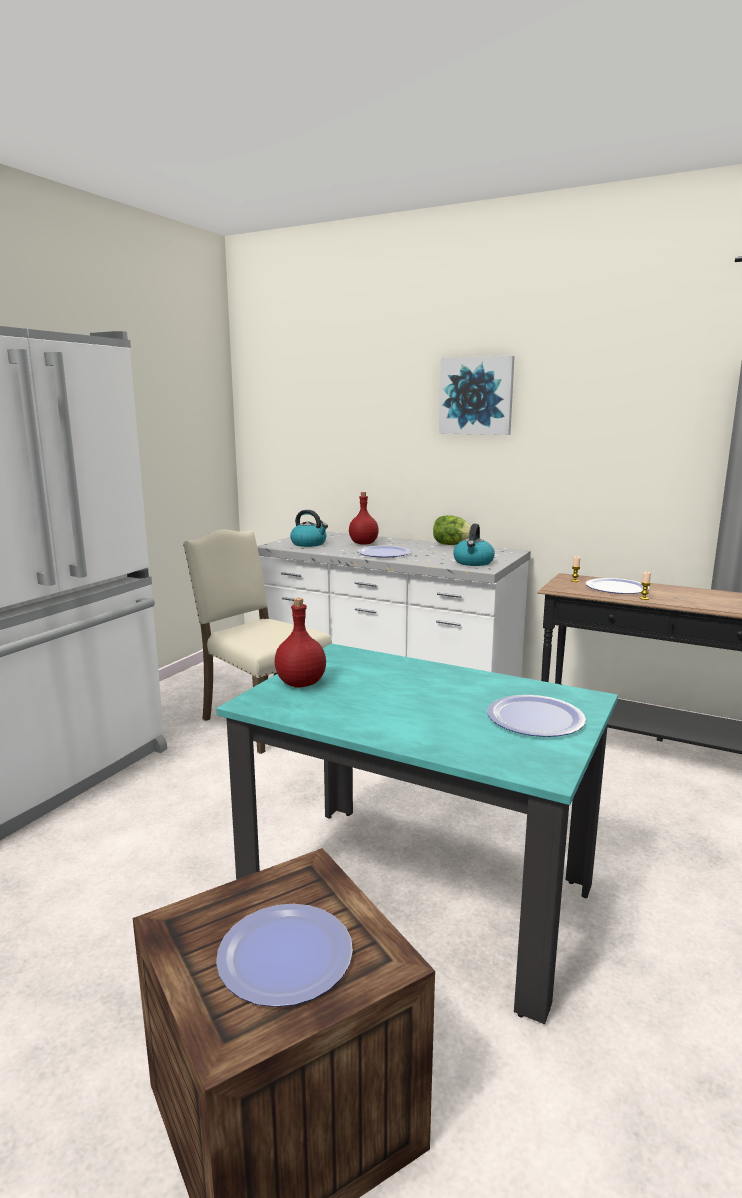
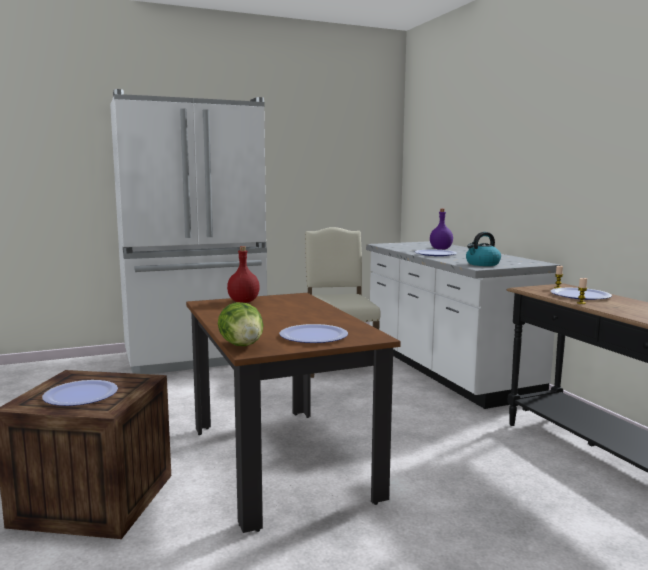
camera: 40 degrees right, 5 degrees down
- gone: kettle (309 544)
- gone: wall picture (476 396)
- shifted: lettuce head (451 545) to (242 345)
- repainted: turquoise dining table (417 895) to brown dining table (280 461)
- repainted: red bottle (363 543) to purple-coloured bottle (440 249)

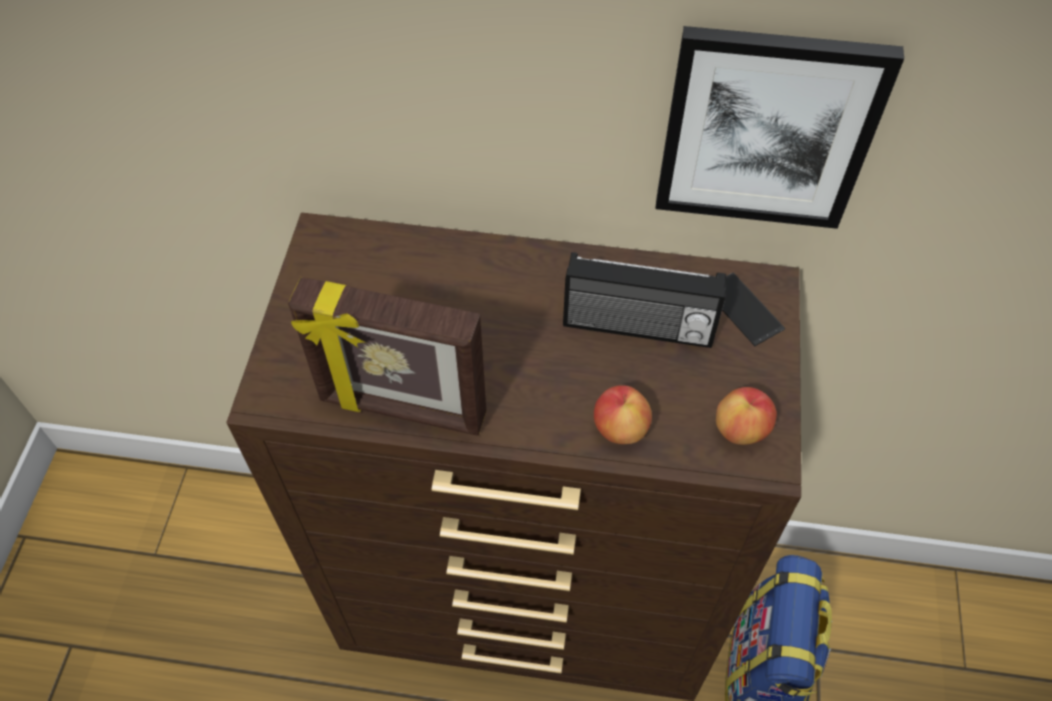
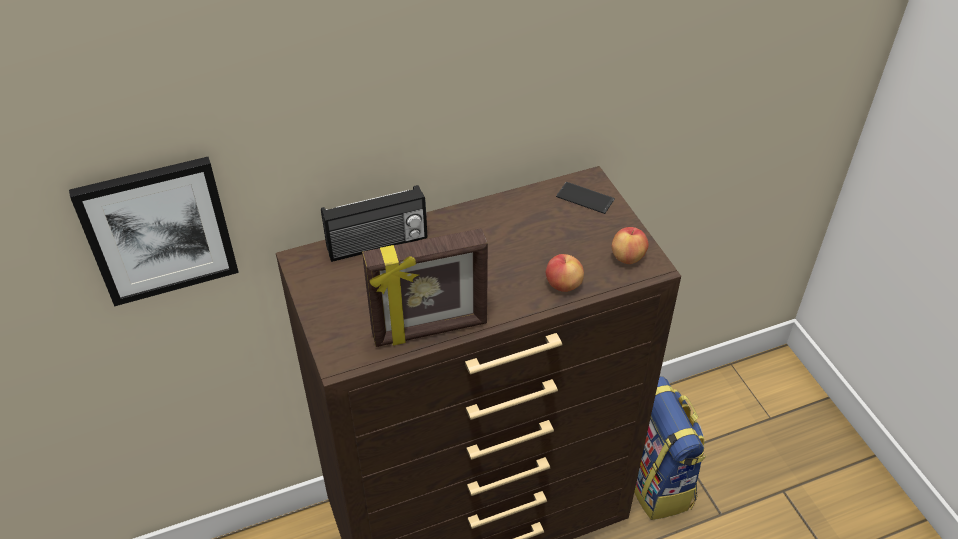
camera: 30 degrees left, 10 degrees down
- shifted: radio receiver (637 328) to (377 245)
- shifted: wall picture (767 129) to (158 230)

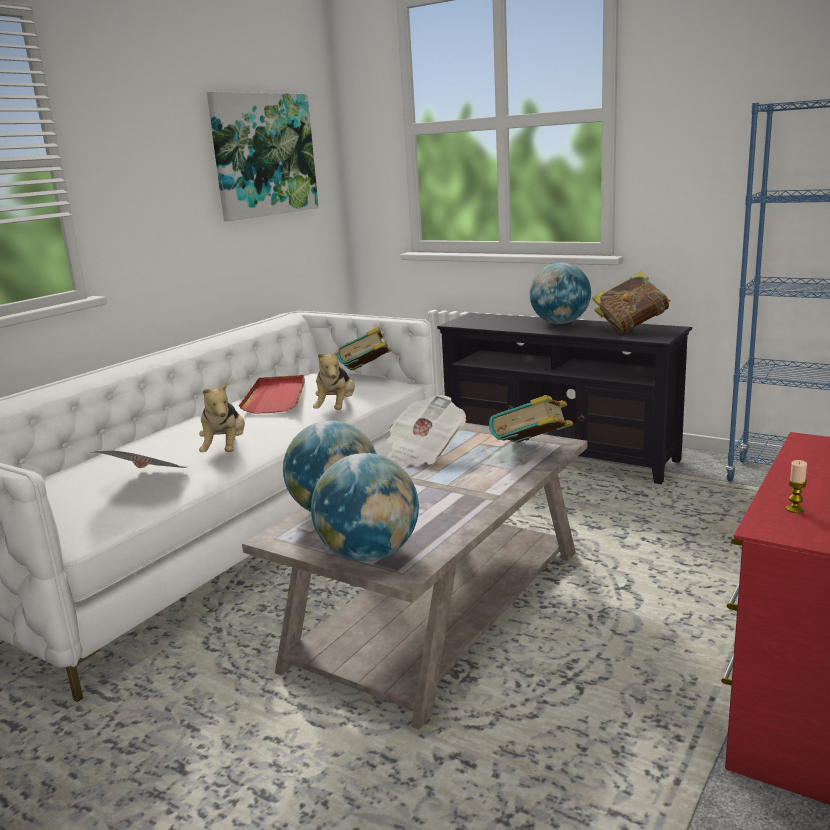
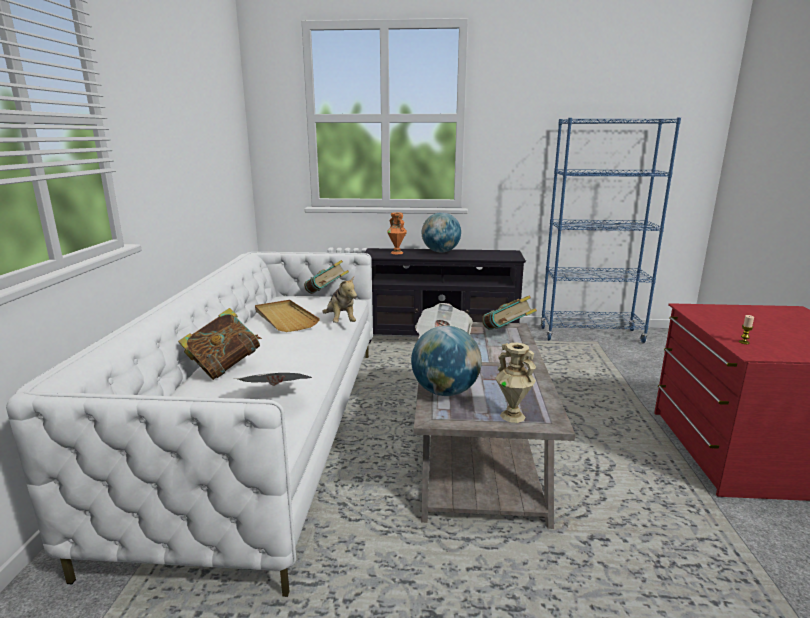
camera: 30 degrees left, 0 degrees up
- gone: cuddly toy (226 450)
- gone: wall picture (264 155)
- new: orange flower vase (397 253)
- shifted: bound book (631 328) to (224 367)
- swapped: world globe (369 555) to beige-coloured flower vase (513 416)
- repainted: red tray (276 397) to beige-coloured tray (284 318)

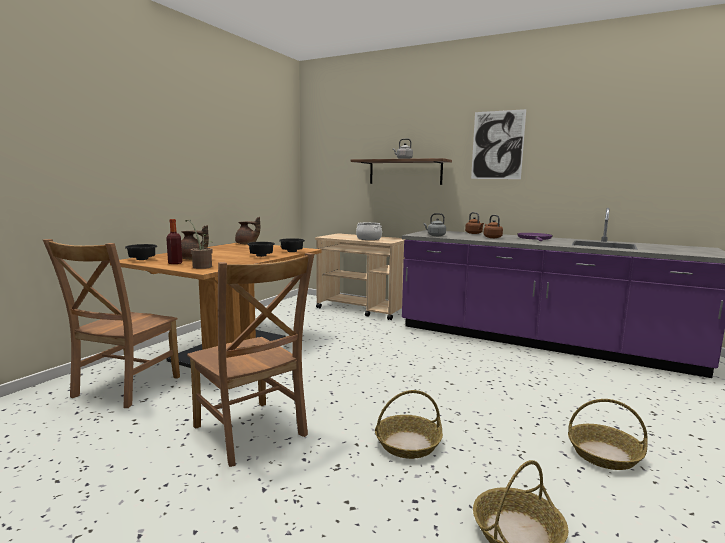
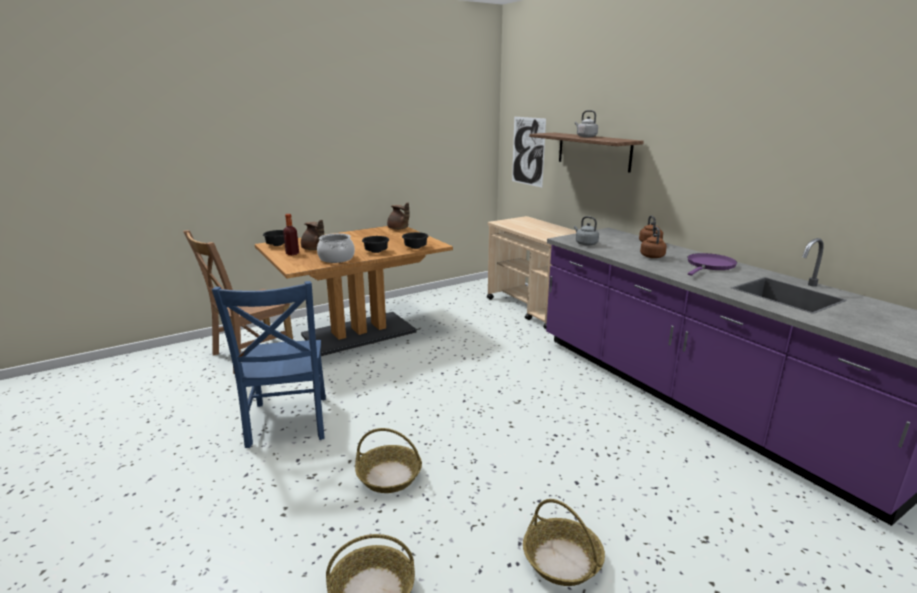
camera: 30 degrees right, 10 degrees up
- gone: plant in a pot (201 266)
- shifted: cooking pot (369 239) to (337 258)
- shifted: wall picture (497 145) to (528 151)
- repainted: brown plain chair (251 433) to blue plain chair (287 423)

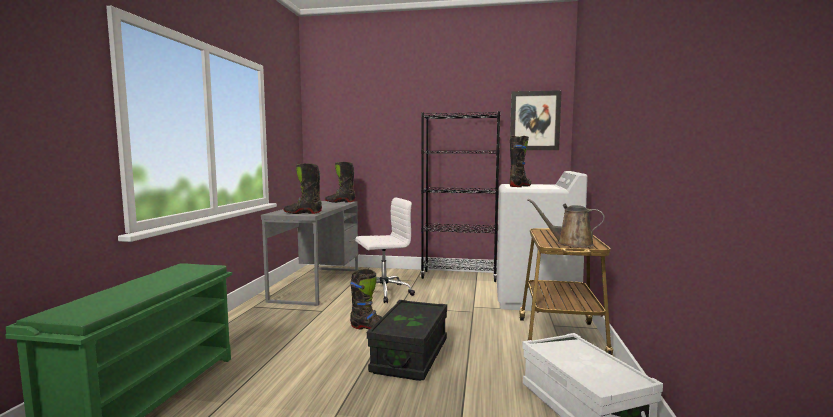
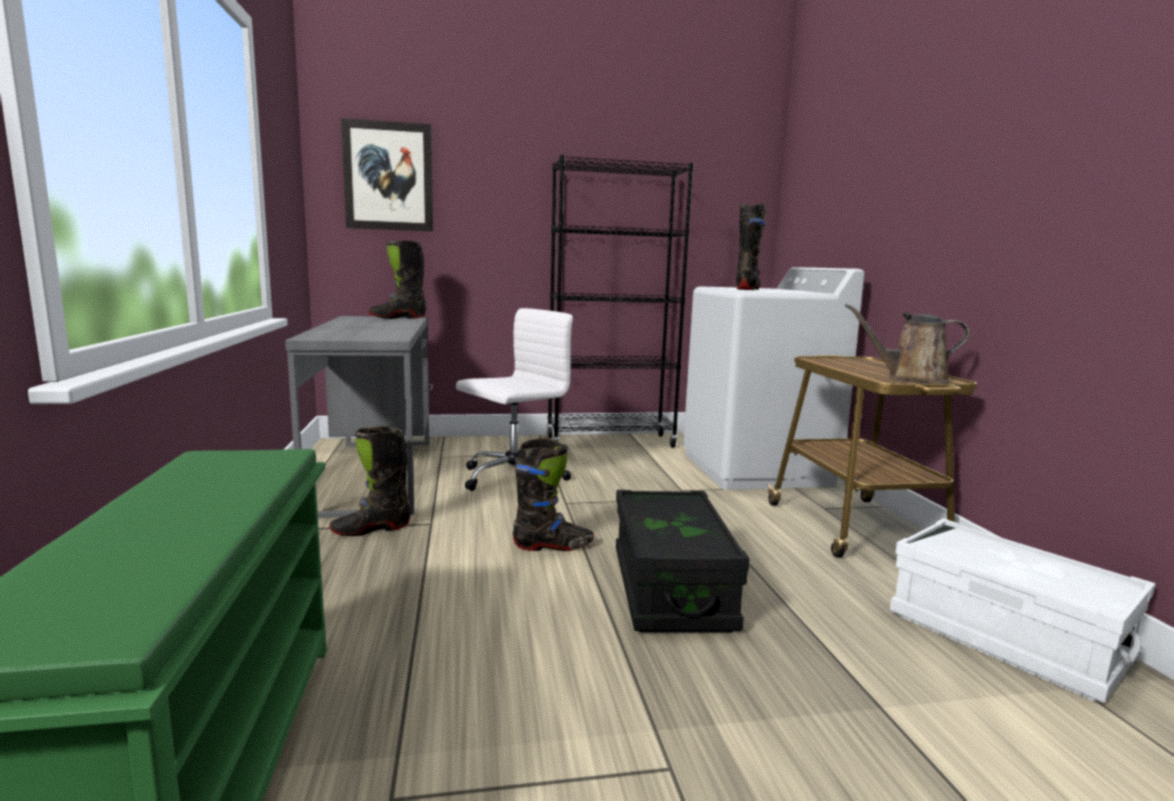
camera: 20 degrees left, 5 degrees up
- shifted: black-coloured high-top boot (303 213) to (371 529)
- shifted: wall picture (535 121) to (388 176)

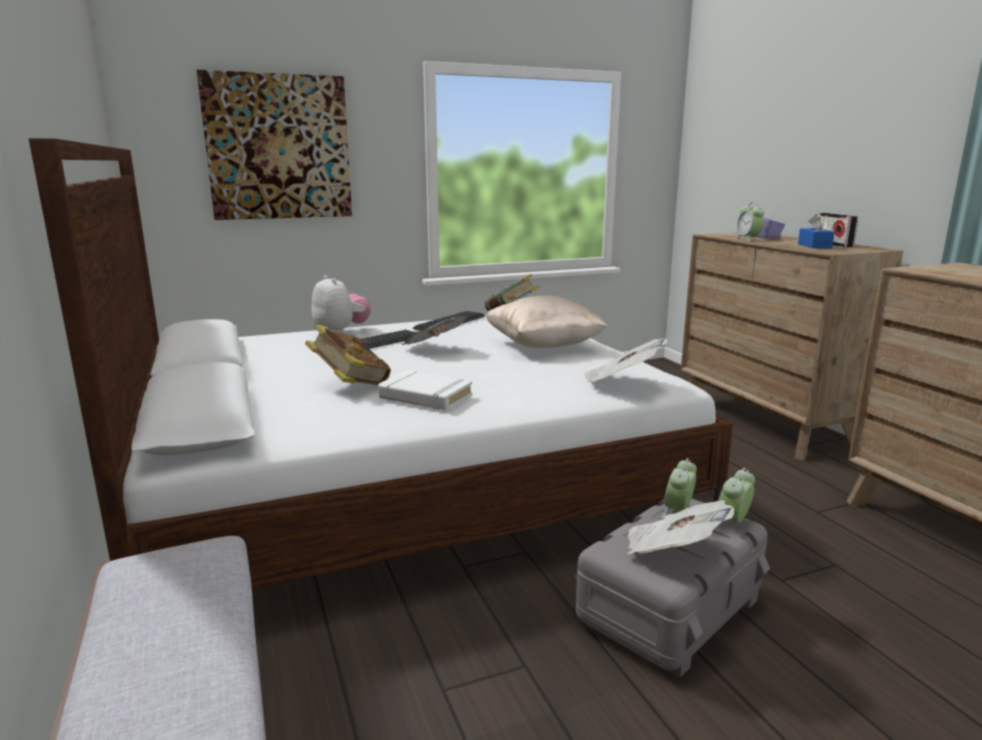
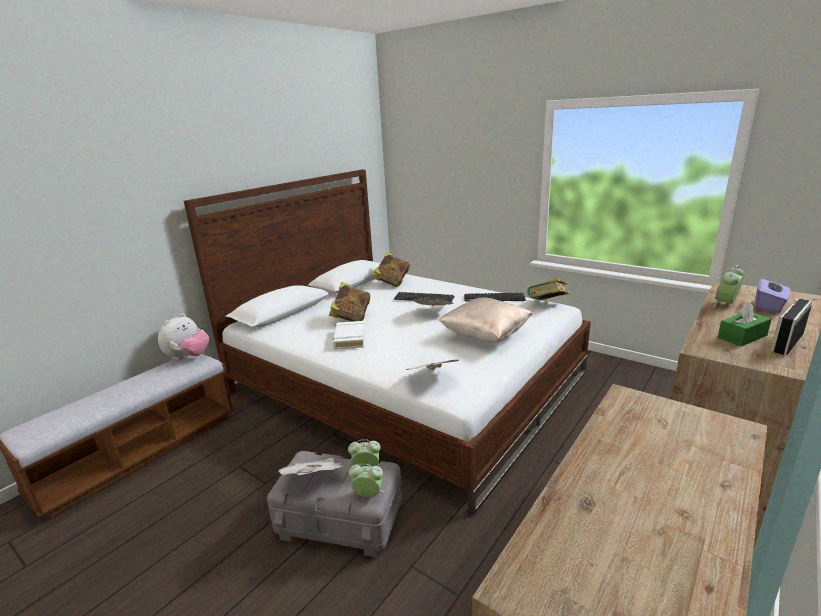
camera: 60 degrees right, 5 degrees up
- gone: wall picture (279 147)
- new: bound book (392 282)
- shifted: cuddly toy (341 332) to (188 357)
- repainted: blue tissue holder (814 246) to greenish tissue holder (742 337)

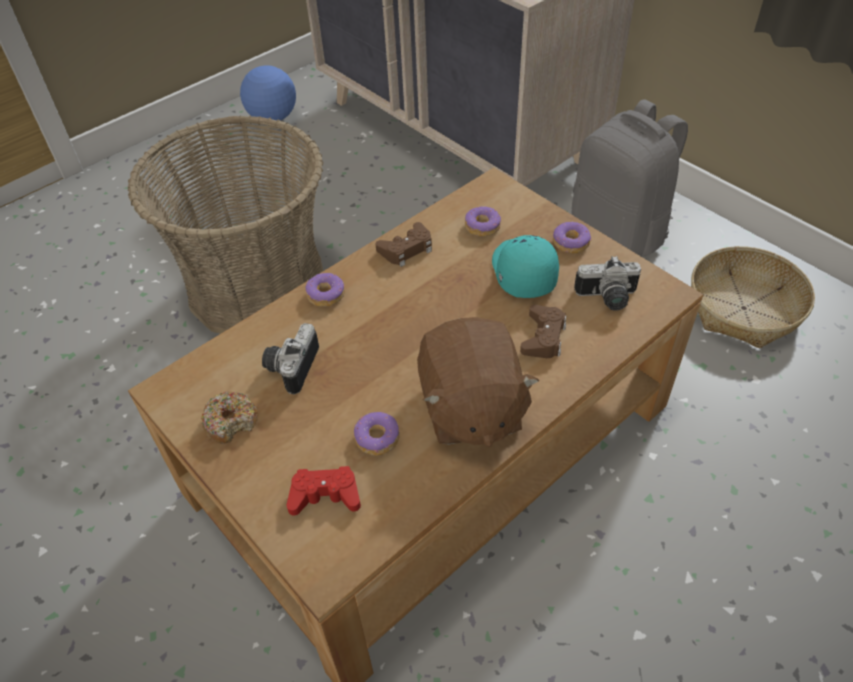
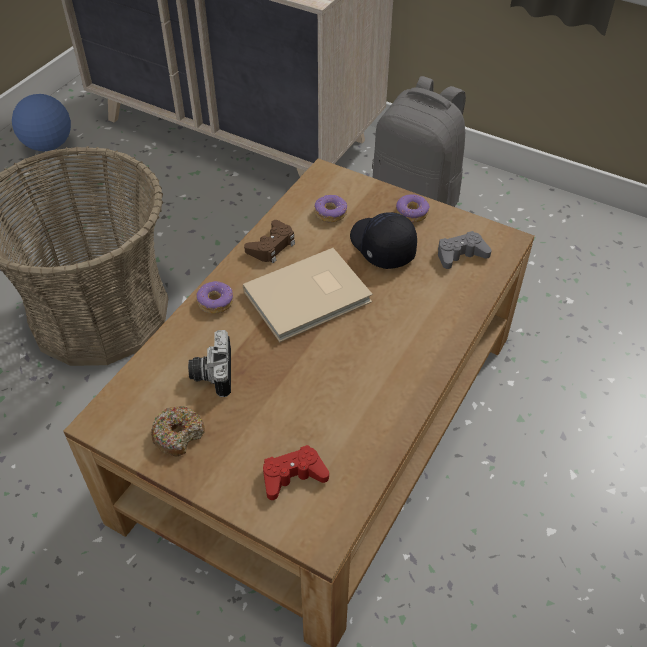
camera: 20 degrees left, 0 degrees up
- gone: ring doughnut (377 439)
- gone: brown cuddly toy (470 408)
- gone: brown joypad (543 337)
- gone: basket (743 308)
- new: beige-coloured bound book (310 297)
- swapped: photo camera (607 299) to gray joypad (460 255)
- repainted: turquoise cap (521 272) to black-coloured cap (381 247)

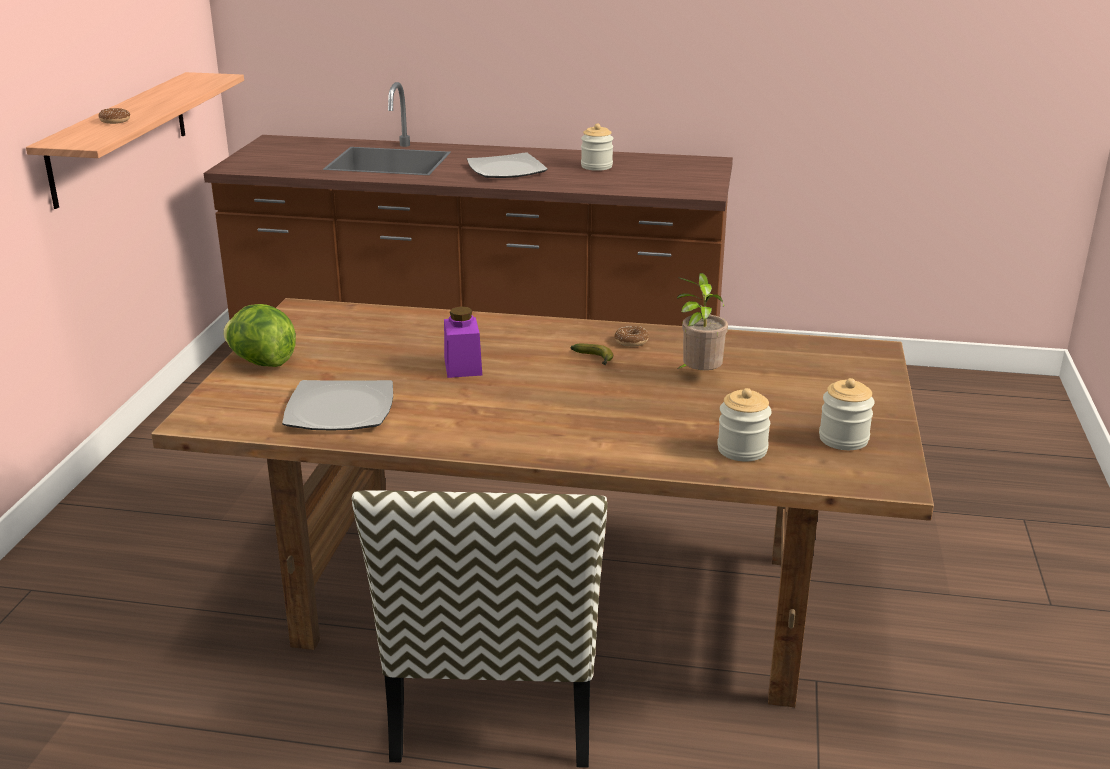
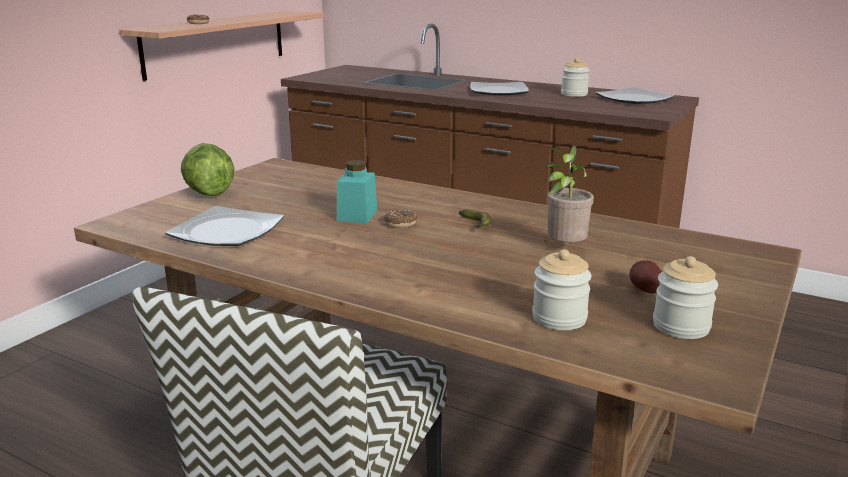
camera: 20 degrees right, 5 degrees down
- new: plate (634 99)
- new: potato (644 291)
- shifted: ring doughnut (631 341) to (400 224)
- repainted: purple-coloured storage jar (463 367) to turquoise storage jar (357 215)

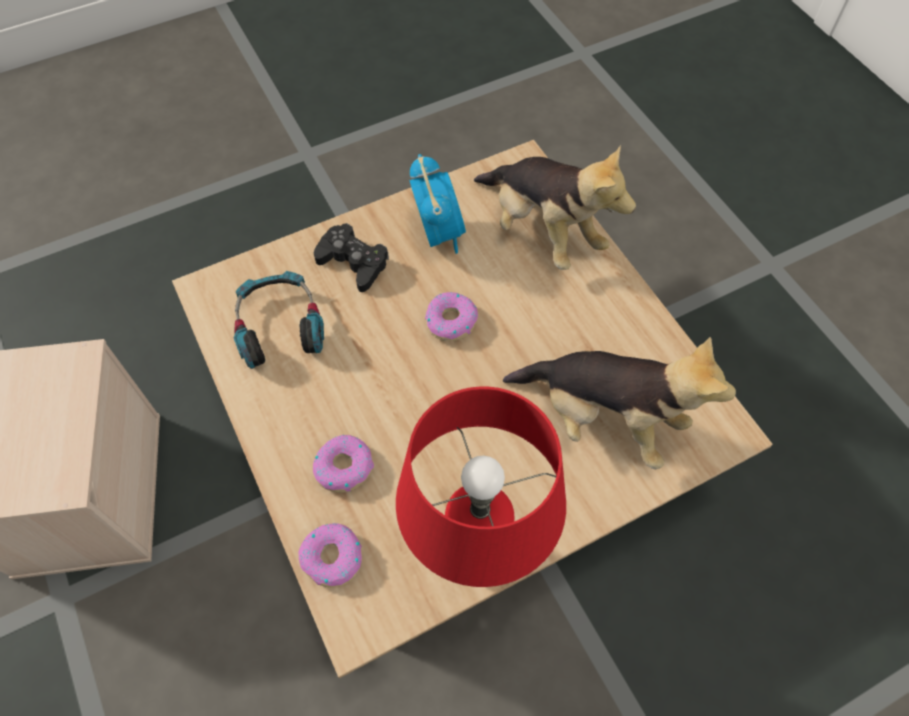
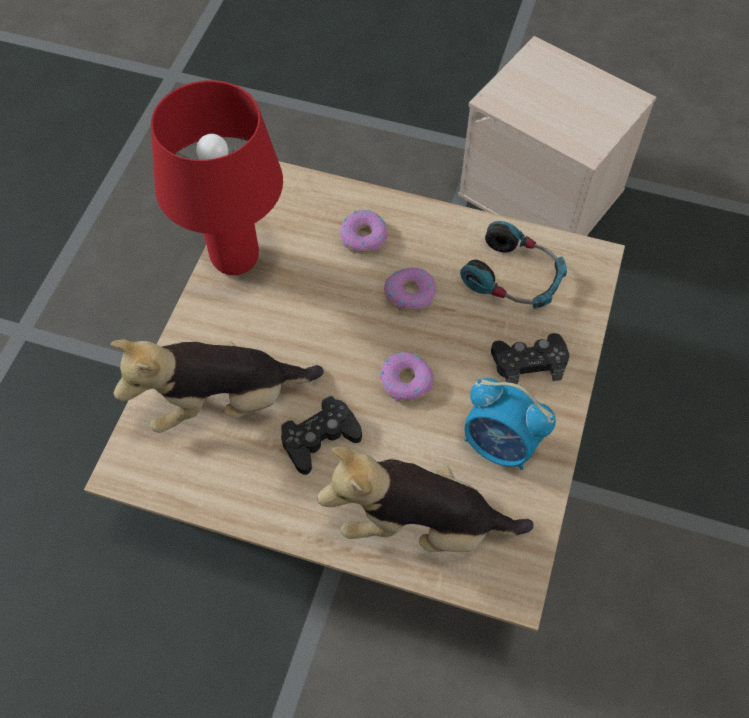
camera: 135 degrees right, 0 degrees up
- new: black-coloured joypad (320 438)
- shifted: ring doughnut (332 558) to (410 294)

